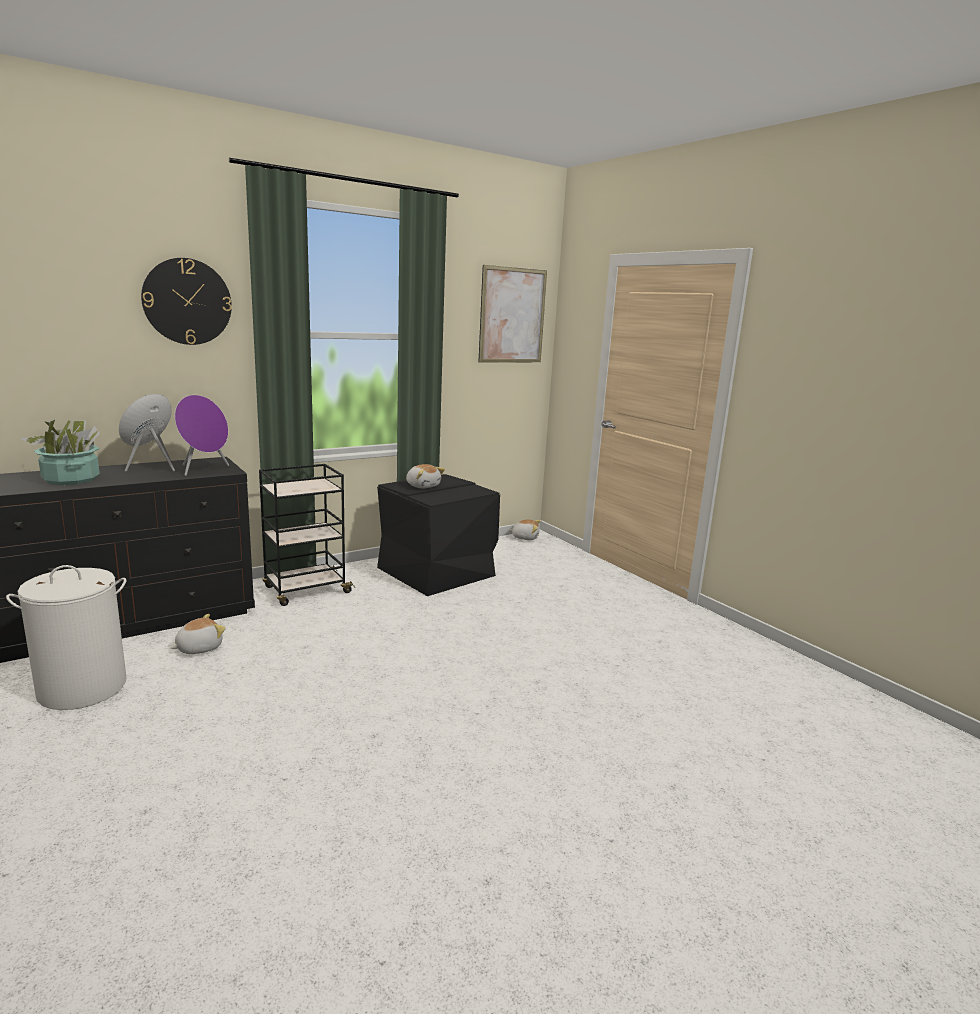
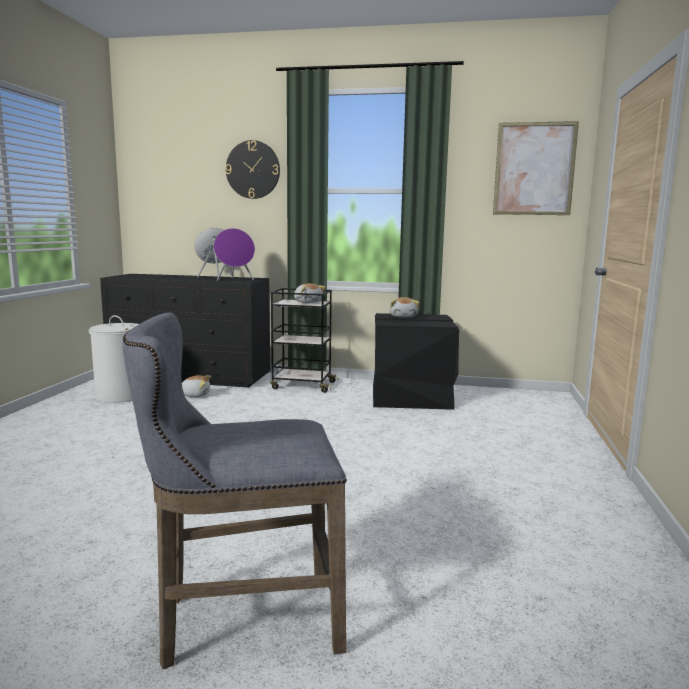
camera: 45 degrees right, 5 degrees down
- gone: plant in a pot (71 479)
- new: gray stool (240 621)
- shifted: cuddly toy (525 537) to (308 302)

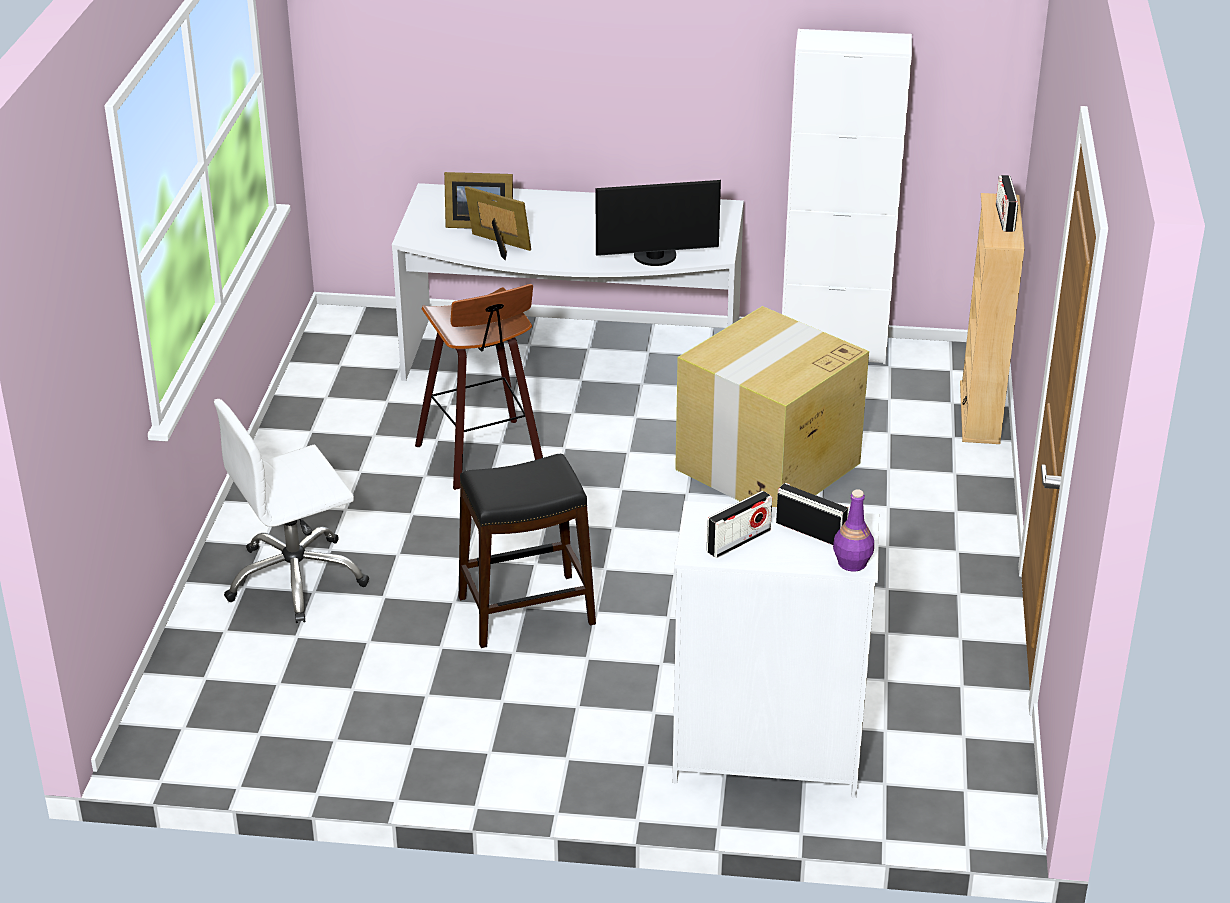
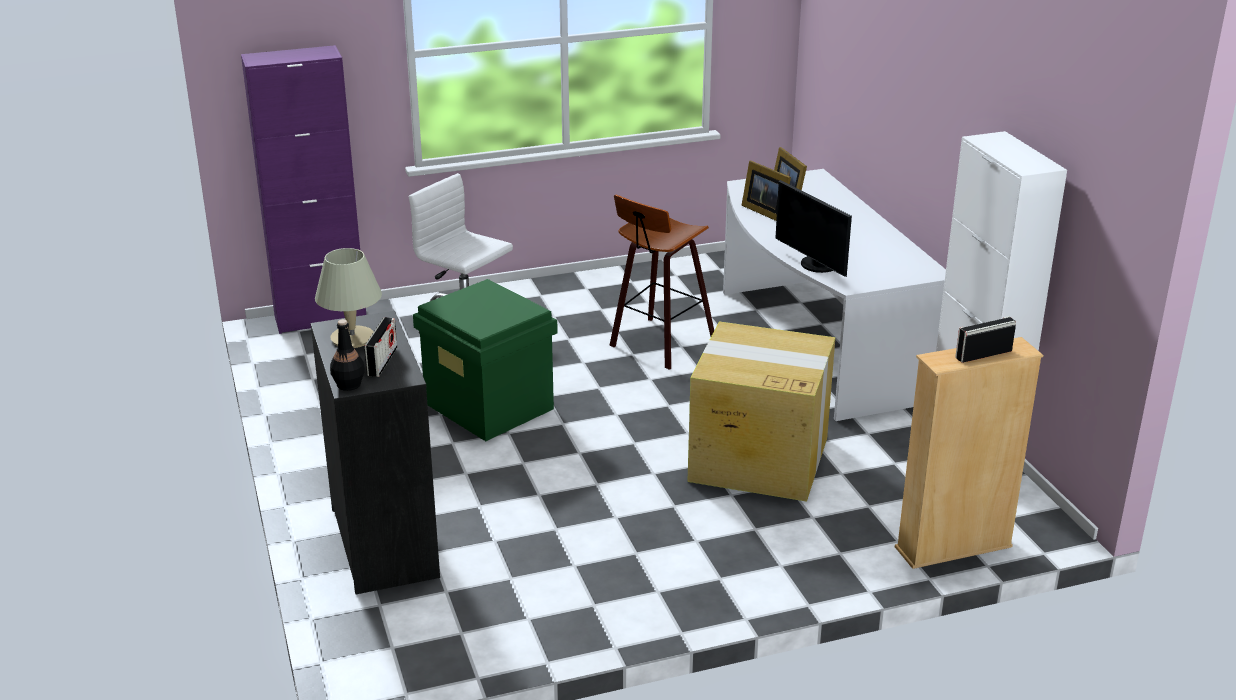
camera: 65 degrees right, 5 degrees down
- new: purple-coloured storage cabinet (320 318)
- swapped: black-coloured stool (525 610) to greenish storage box (490 406)
- swapped: radio receiver (738 541) to beige-coloured tabletop lamp (353 338)
- repainted: white chest of drawers (766 754) to black-coloured chest of drawers (385 542)
- repainted: purple-coloured bottle (852 563) to black-coloured bottle (348 385)
- rotated: standing frame (498 246) = (765 211) 135 degrees clockwise

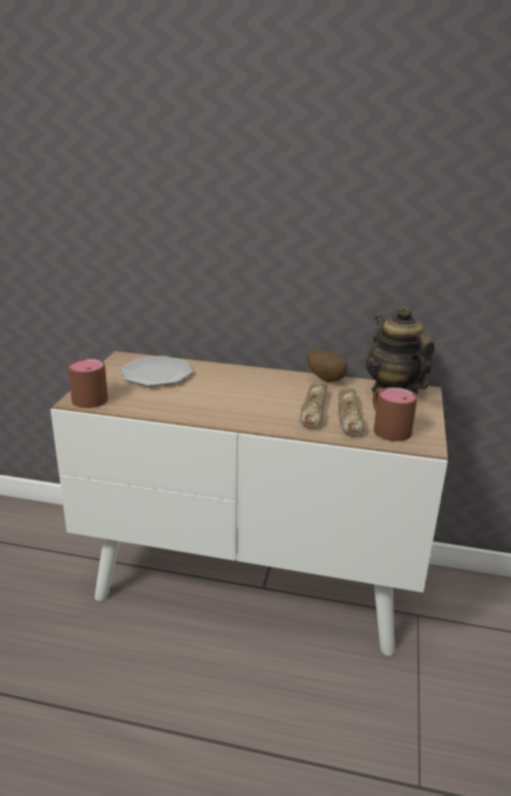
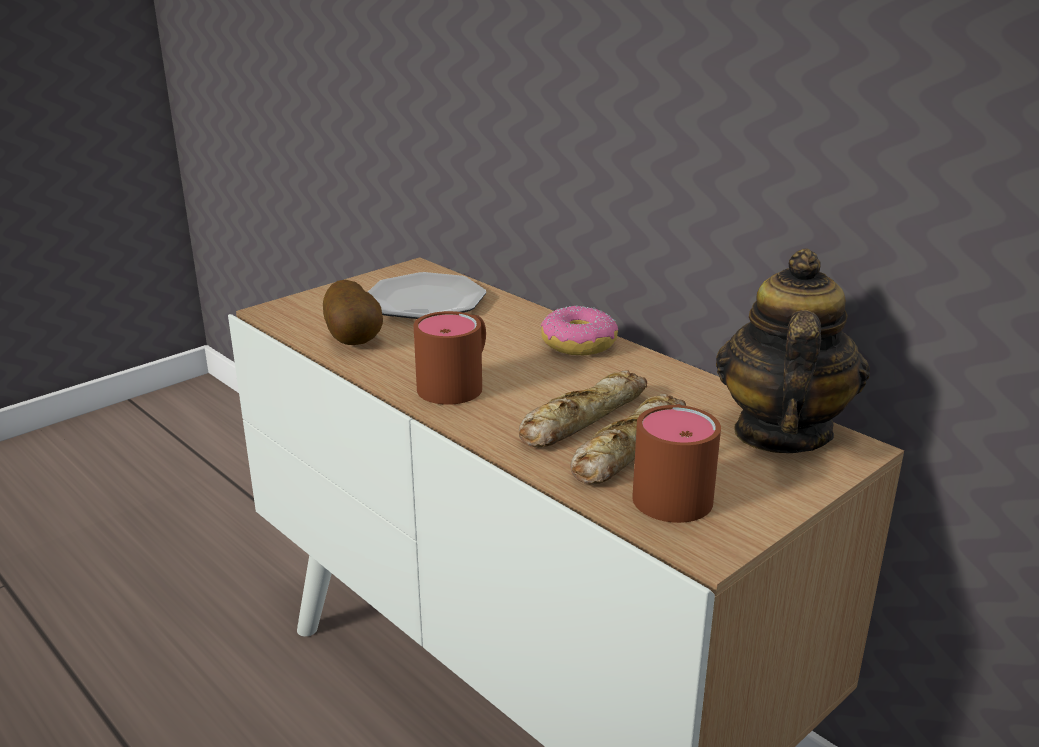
camera: 35 degrees right, 0 degrees up
- new: ring doughnut (579 344)
- shifted: brown mug (91 396) to (458 383)
- shifted: potato (327 379) to (355 340)

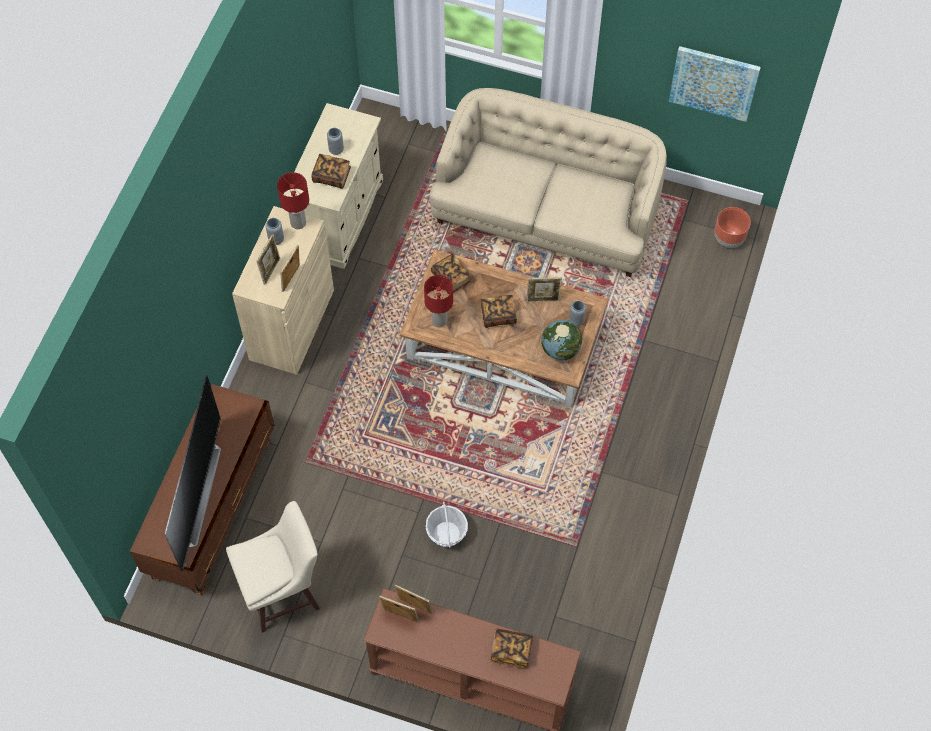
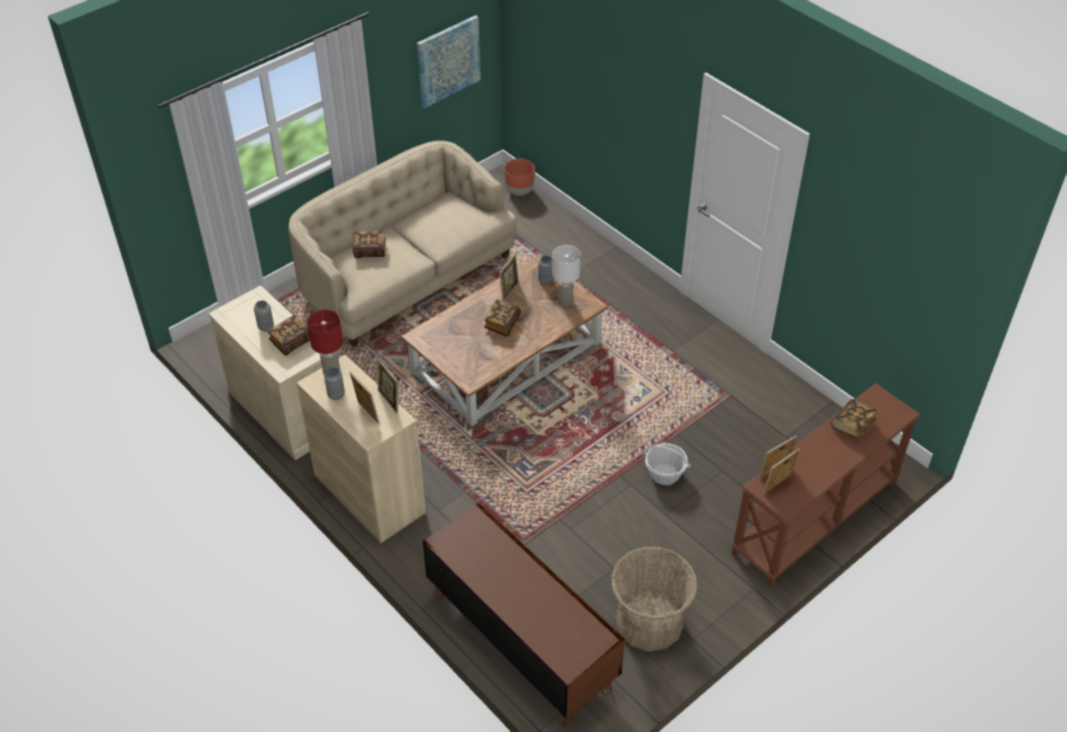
camera: 60 degrees left, 15 degrees down
- gone: television (195 494)
- gone: red tabletop lamp (439 321)
- shifted: bound book (451 278) to (370 250)
- swapped: beige-coloured stool (283 593) to basket (649 621)
- swapped: world globe (560 349) to white tabletop lamp (565 301)

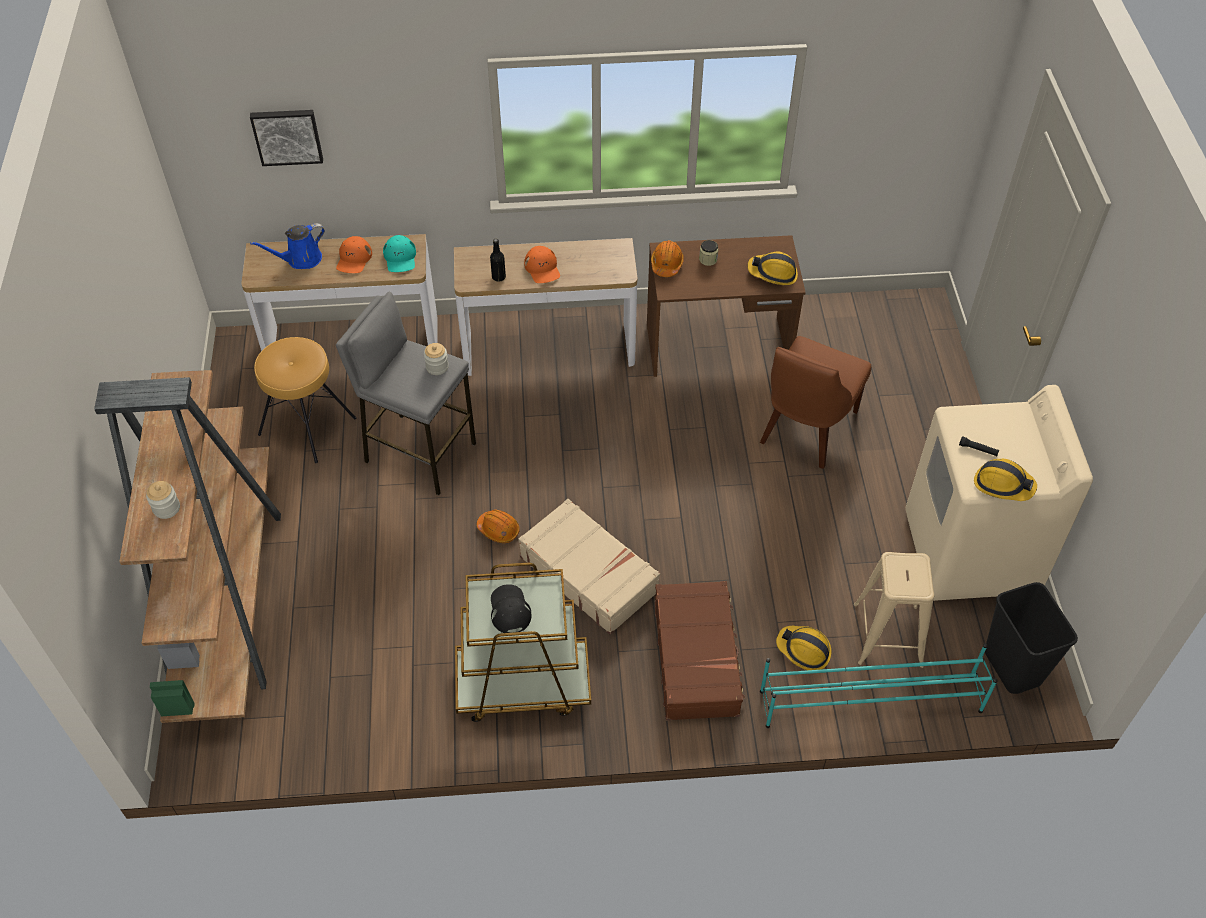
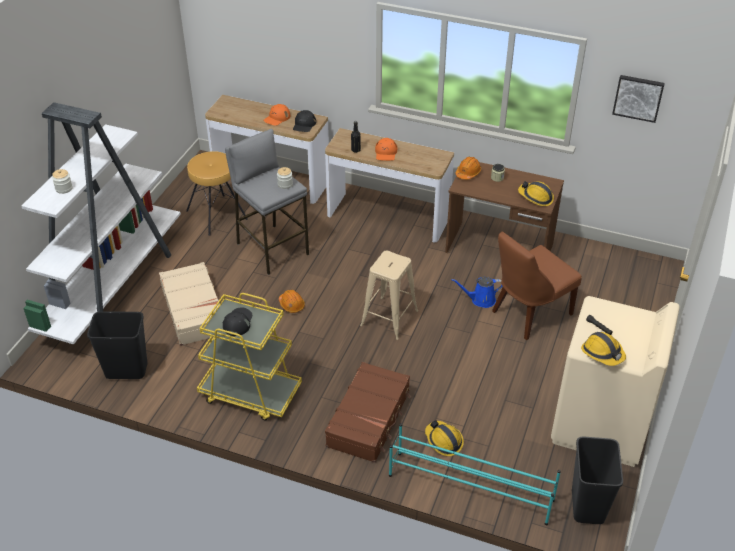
camera: 25 degrees right, 10 degrees down
- new: black-coloured trash can (127 370)
- shifted: wall picture (287 136) to (638 97)
- shifted: blue watering pot (301 259) to (480 300)
- shifted: beige-coloured suitcase (589 573) to (194 310)
- shifted: beige-coloured stool (888 634) to (389 318)
- repainted: brown bookshelf (228 597) to white bookshelf (114 287)
- repainted: turquoise cap (400 258) to black-coloured cap (304 124)
- repainted: brown cart (522 684) to yellowish cart (250 393)

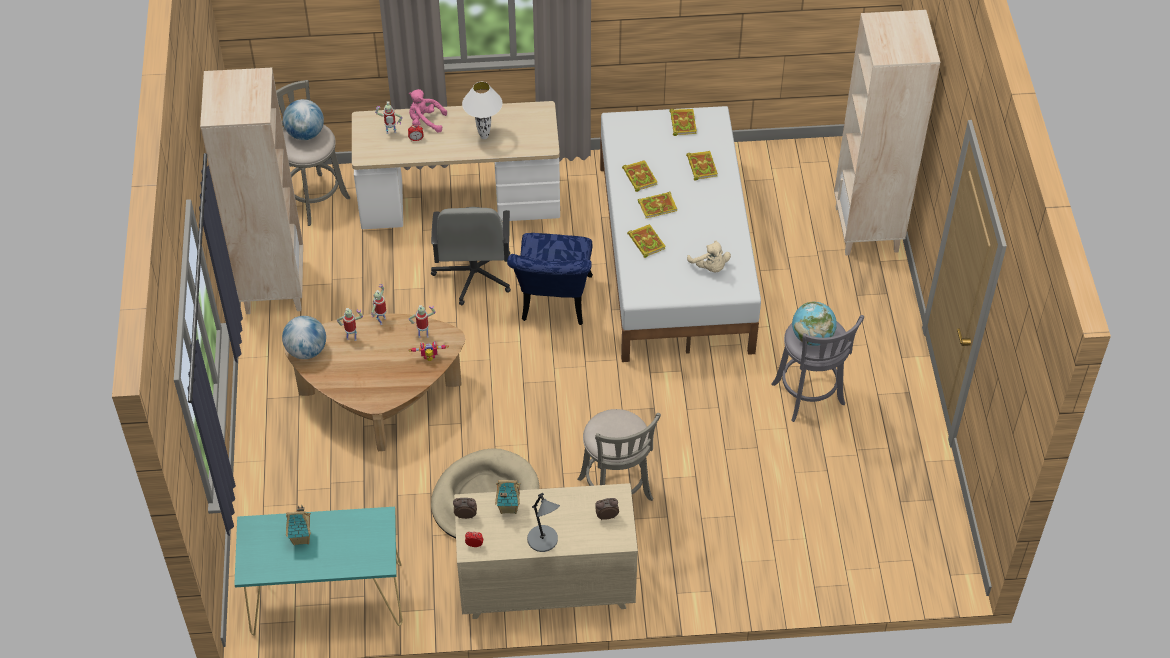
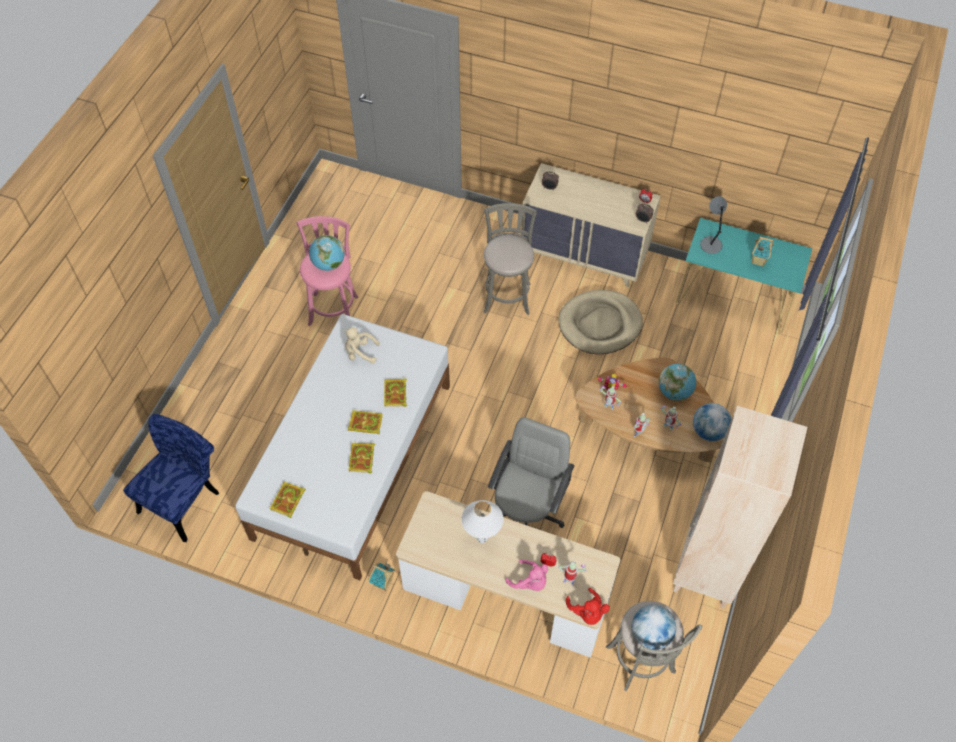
camera: 155 degrees left, 5 degrees up
- gone: bound book (701 166)
- gone: beige-coloured bookshelf (867 229)
- new: red cuddly toy (587 612)
- new: world globe (674 392)
- shifted: toy house (508 507) to (383 583)
- shifted: blue plain chair (553 304) to (185 498)
- shifted: gray tabletop lamp (543 540) to (710 244)
- repainted: gray stool (809 397) to pink-coloured stool (334 308)
- rotated: beige-coloured cuddly toy (710 267) = (360 352) 75 degrees counterclockwise

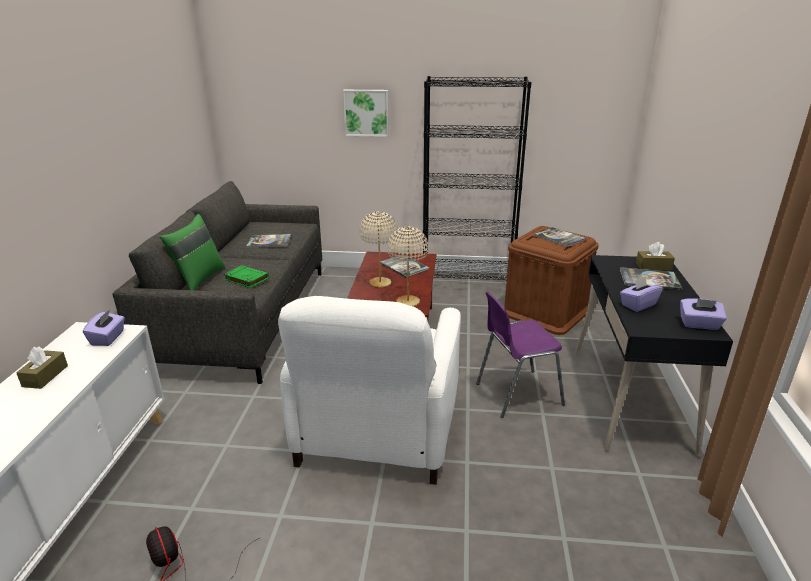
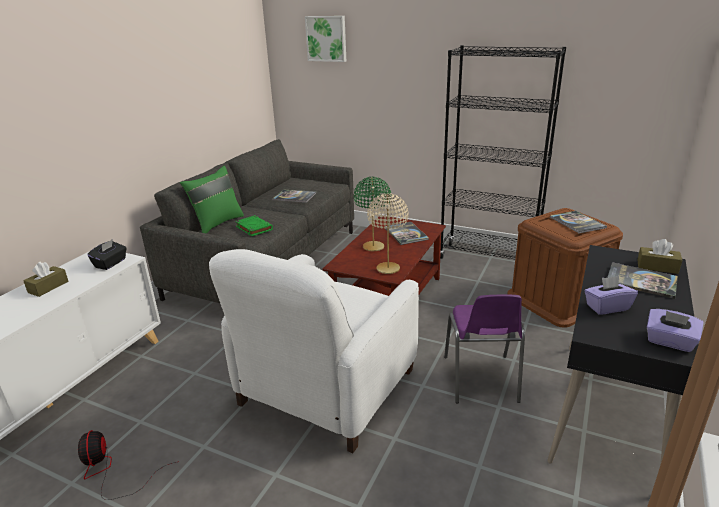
camera: 20 degrees right, 0 degrees up
- shifted: wall picture (366 112) to (326 38)
- repainted: purple-coloured tissue holder (108 338) to black-coloured tissue holder (110 263)
- repainted: beige-coloured tabletop lamp (380 283) to greenish tabletop lamp (373 247)
- rotated: purple-coloured plain chair (516 394) = (481 380) 90 degrees counterclockwise

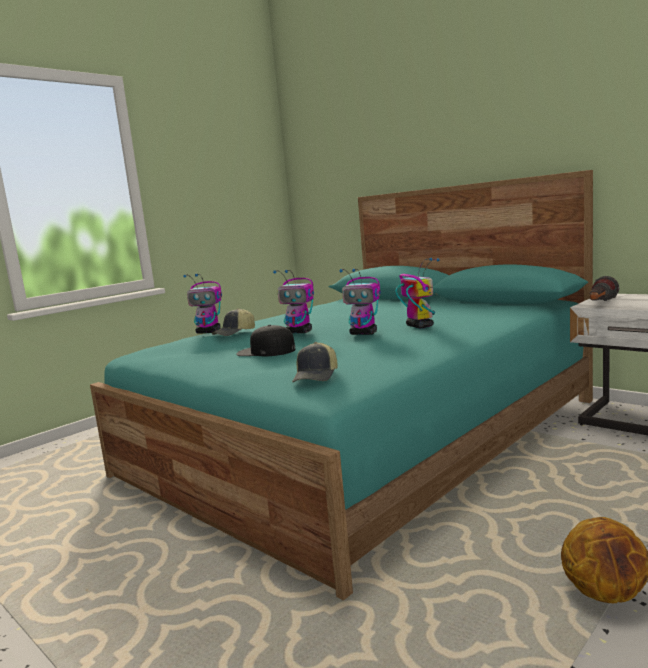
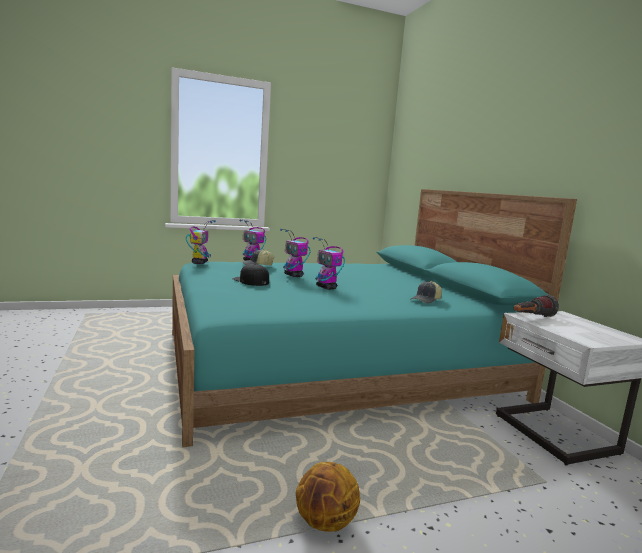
camera: 25 degrees right, 0 degrees up
- shifted: cap (317 376) to (426 300)
- shifted: model robot (419 326) to (199 262)

